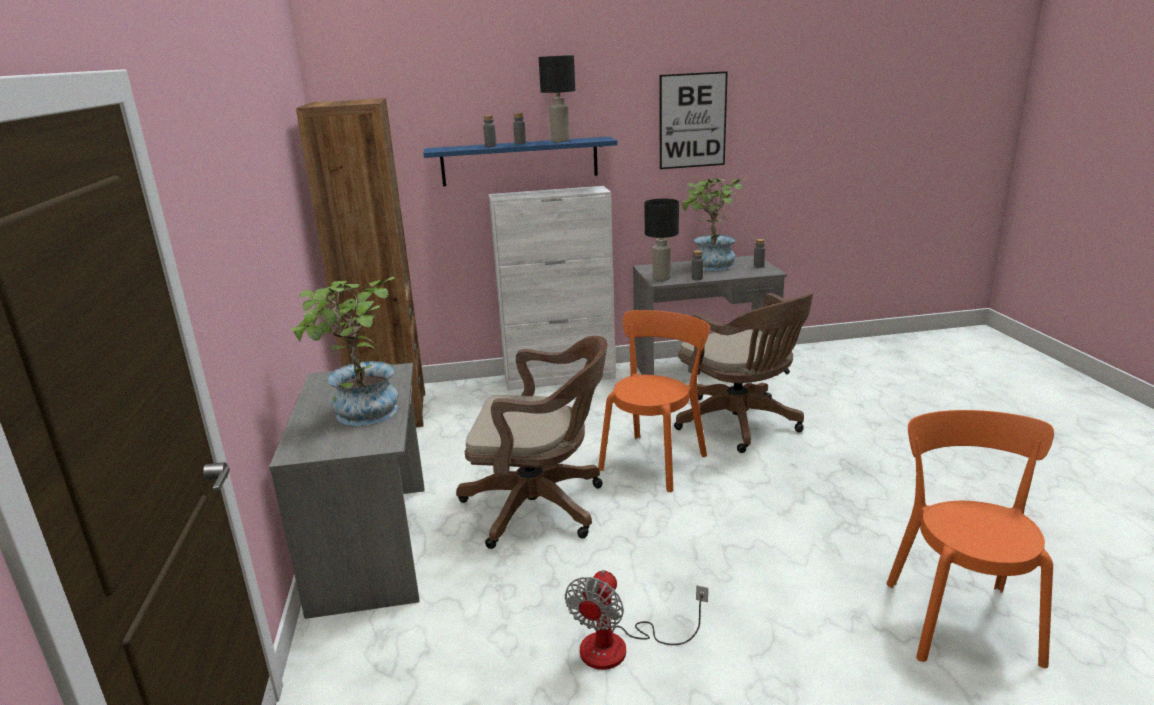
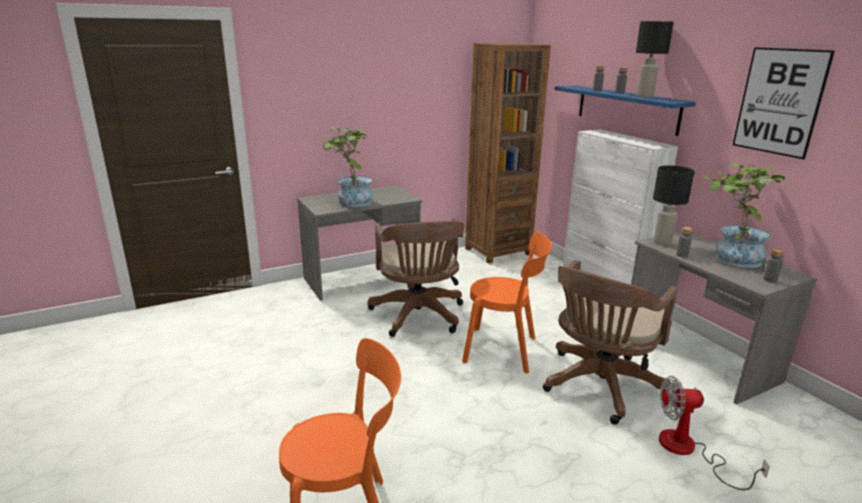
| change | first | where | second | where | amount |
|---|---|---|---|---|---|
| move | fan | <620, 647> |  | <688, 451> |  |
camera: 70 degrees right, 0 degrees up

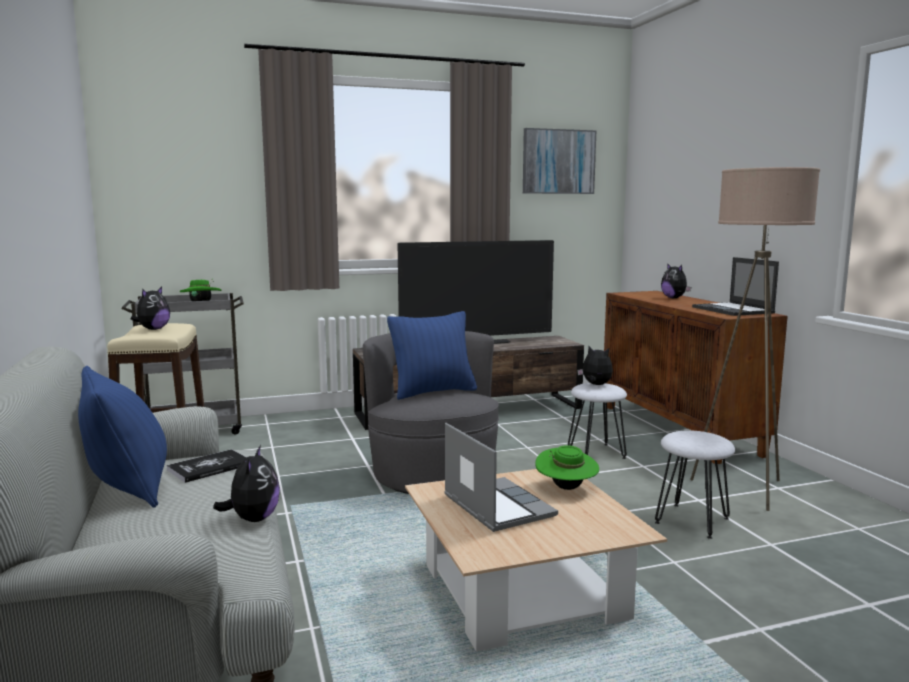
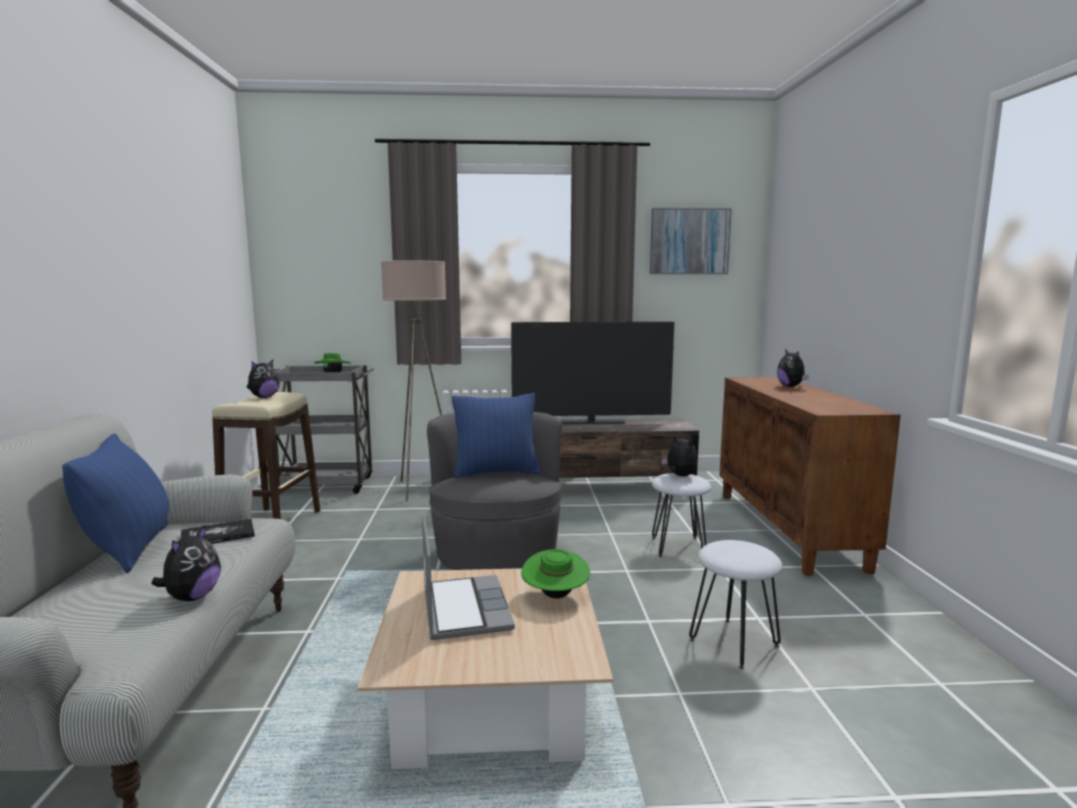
| change | first | where | second | where | amount |
|---|---|---|---|---|---|
| move | floor lamp/beige | <744, 489> |  | <422, 489> |  |
| delete | laptop | <733, 310> |  |  |  |
camera: 15 degrees right, 0 degrees up

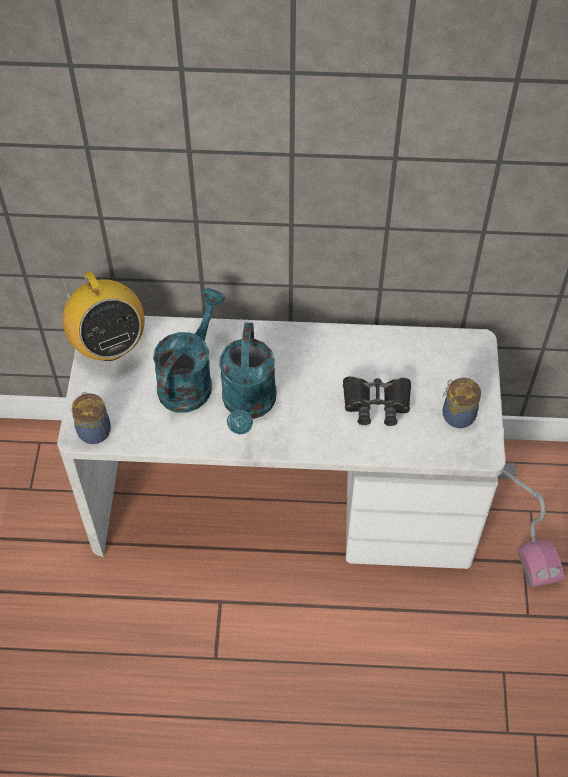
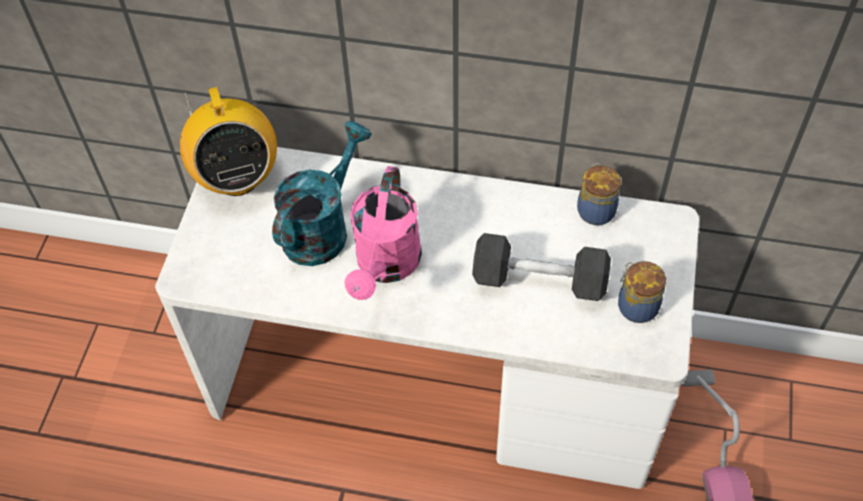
| change | first | where | second | where | amount |
|---|---|---|---|---|---|
| recolor | watering can/turquoise | <248, 405> | watering can/pink | <385, 266> |  |
| replace | binoculars/black | <376, 403> | dumbbell/grey | <539, 280> |  |
| move | jar | <94, 430> |  | <595, 210> |  |
camera: 10 degrees right, 0 degrees up

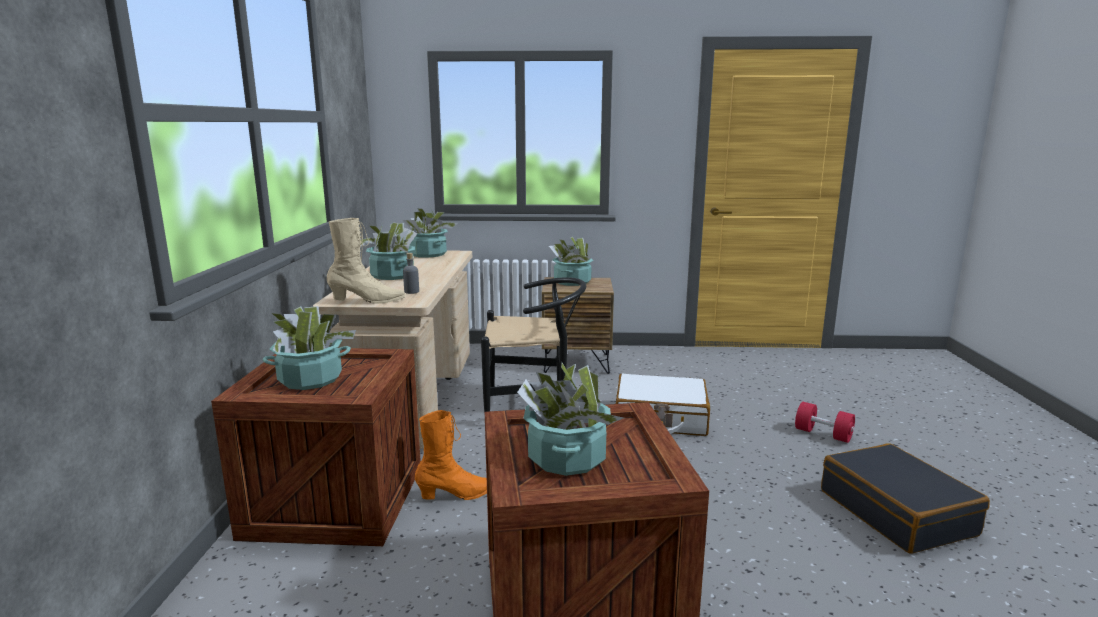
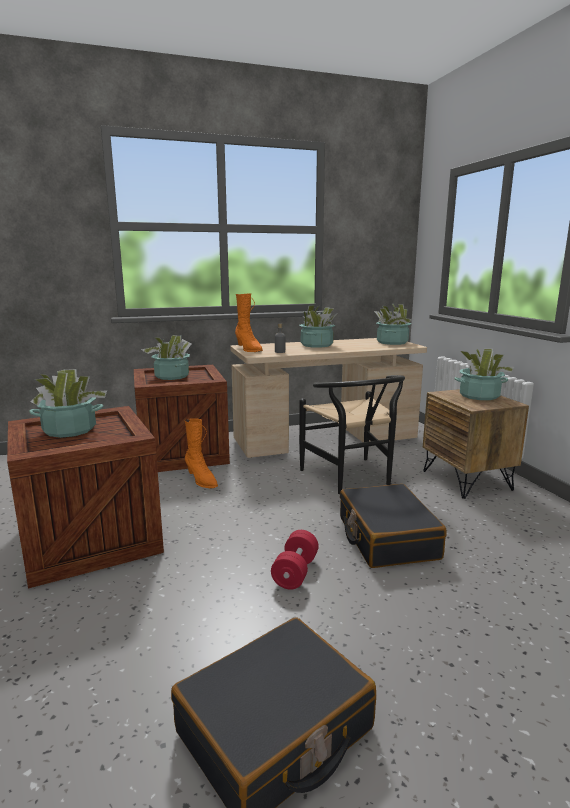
| change | first | where | second | where | amount |
|---|---|---|---|---|---|
| recolor | boot/beige | <367, 301> | boot/orange | <248, 349> |  |
| recolor | suitcase/white | <660, 418> | suitcase/black | <386, 538> |  |
| move | dumbbell/red | <823, 434> |  | <295, 572> |  |
camera: 70 degrees right, 0 degrees up

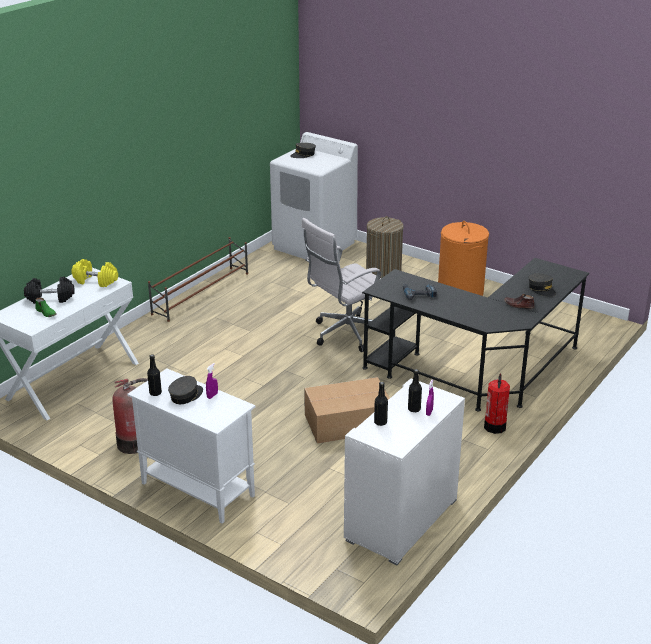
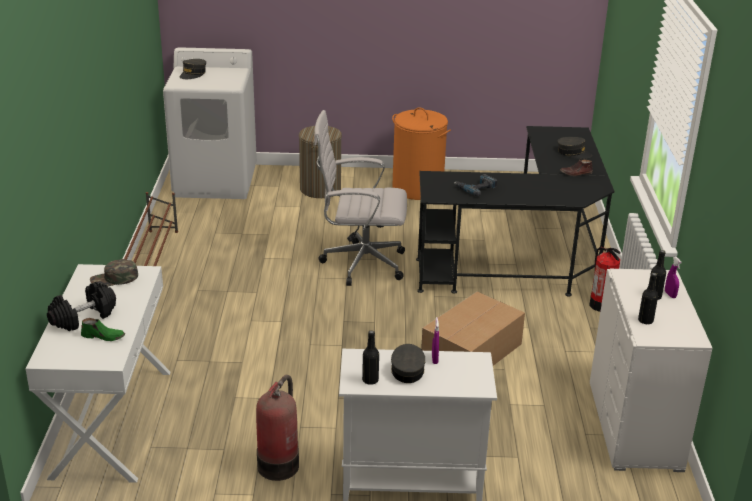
| change | first | where | second | where | amount |
|---|---|---|---|---|---|
| rotate | office chair/white | <345, 334> |  | <360, 264> | 75 degrees clockwise |
| replace | dumbbell/yellow | <95, 281> | cap/green | <114, 279> |  |
camera: 35 degrees left, 0 degrees up

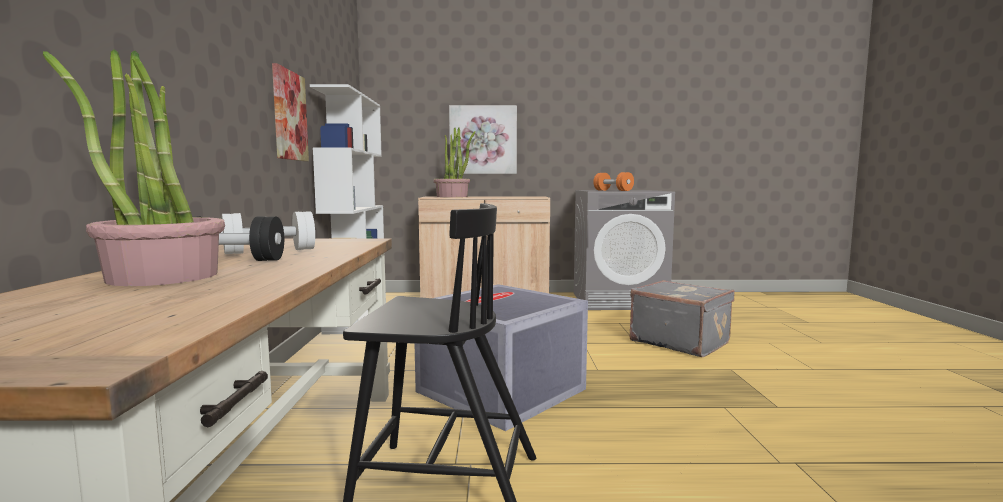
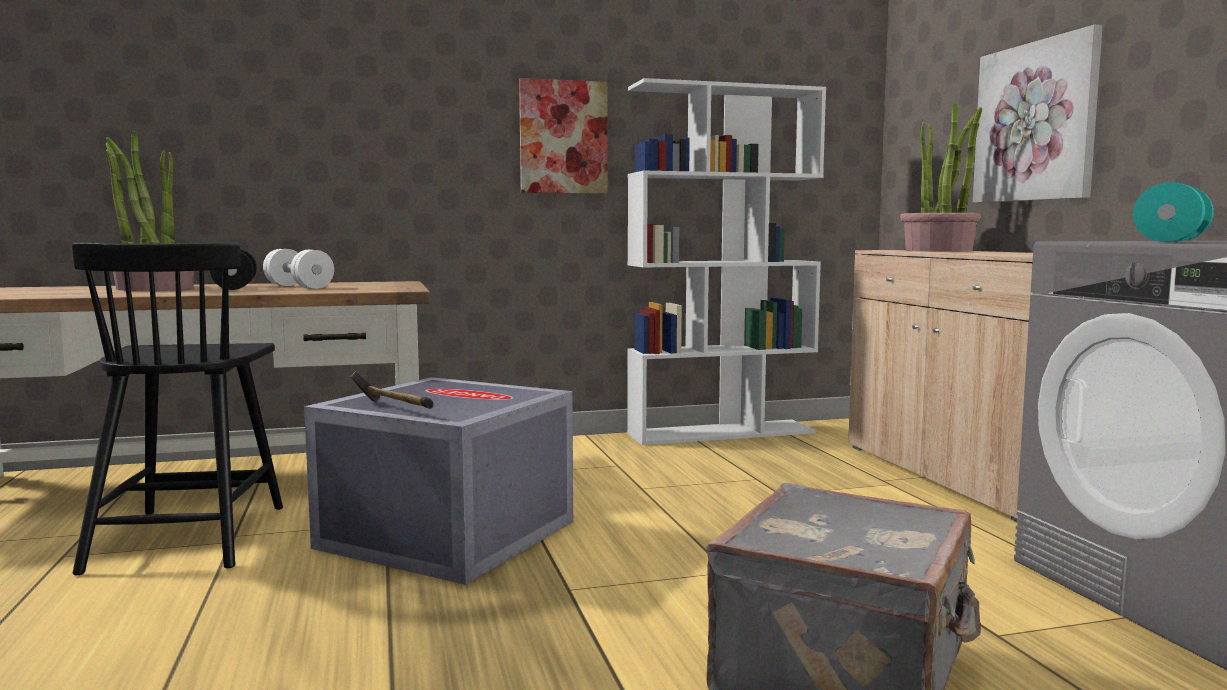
| change | first | where | second | where | amount |
|---|---|---|---|---|---|
| recolor | dumbbell/orange | <613, 190> | dumbbell/turquoise | <1172, 241> |  |
| insert |  |  | hammer | <394, 409> |  |
camera: 75 degrees right, 0 degrees up

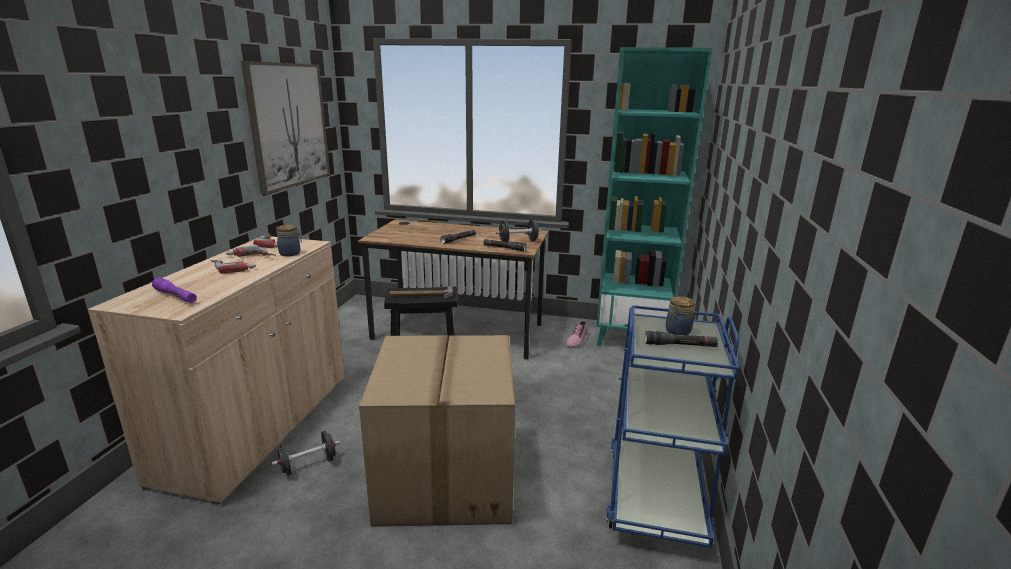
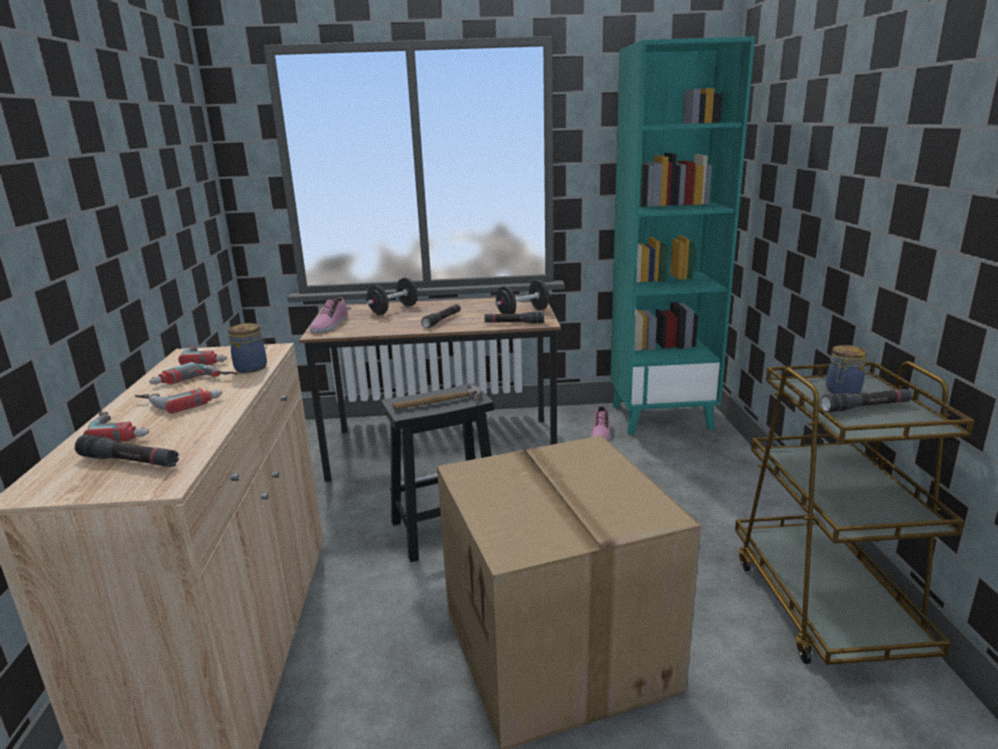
| change | first | where | second | where | amount |
|---|---|---|---|---|---|
| delete | picture | <289, 125> |  |  |  |
| recolor | flashlight/purple | <176, 296> | flashlight/black | <129, 461> |  |
| recolor | cart/blue | <655, 493> | cart/brown | <824, 603> |  |
| move | dumbbell/black | <308, 465> |  | <393, 310> |  |
| insert |  |  | shoe | <329, 324> |  |
| insert |  |  | power drill | <124, 428> |  |
camera: 15 degrees left, 0 degrees up

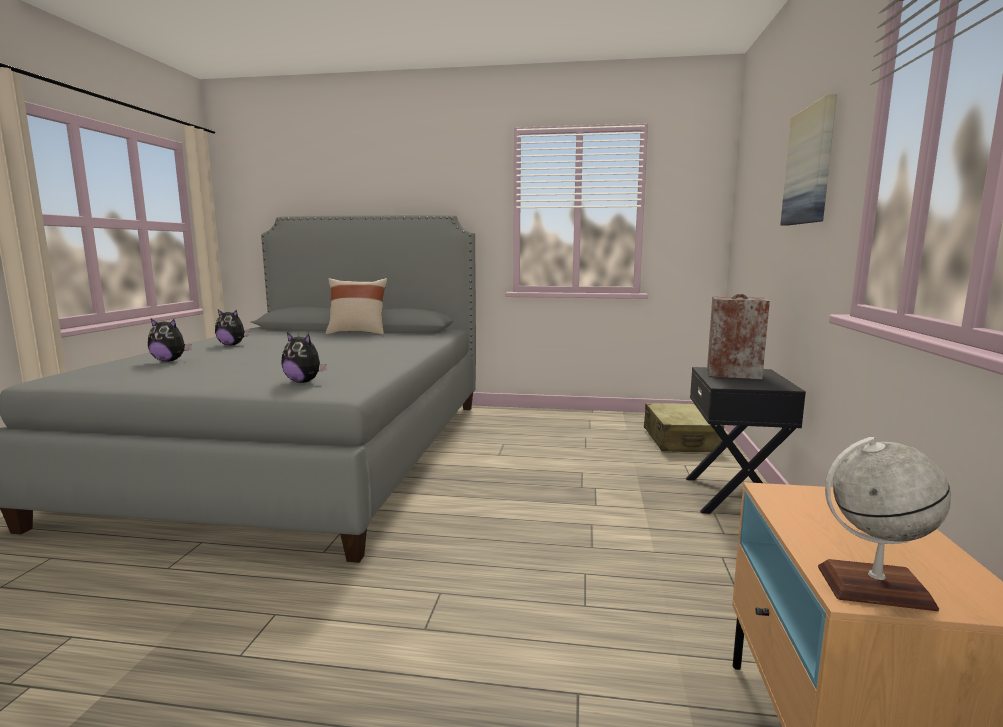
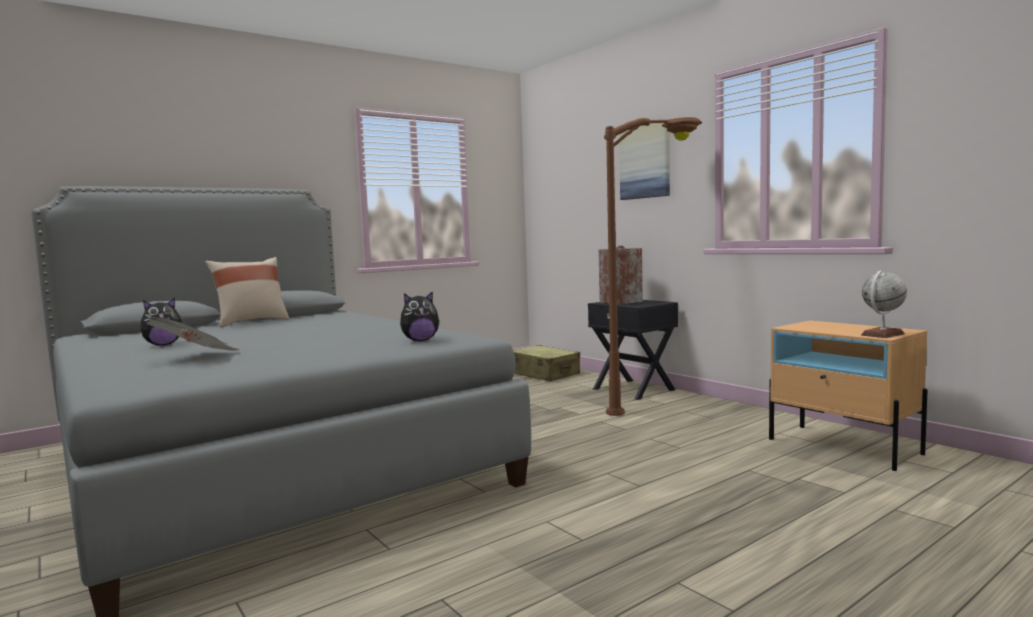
| change | first | where | second | where | amount |
|---|---|---|---|---|---|
| replace | plush toy | <170, 361> | newspaper | <196, 356> |  |
| insert |  |  | floor lamp/brown | <665, 405> |  |
camera: 45 degrees left, 5 degrees down

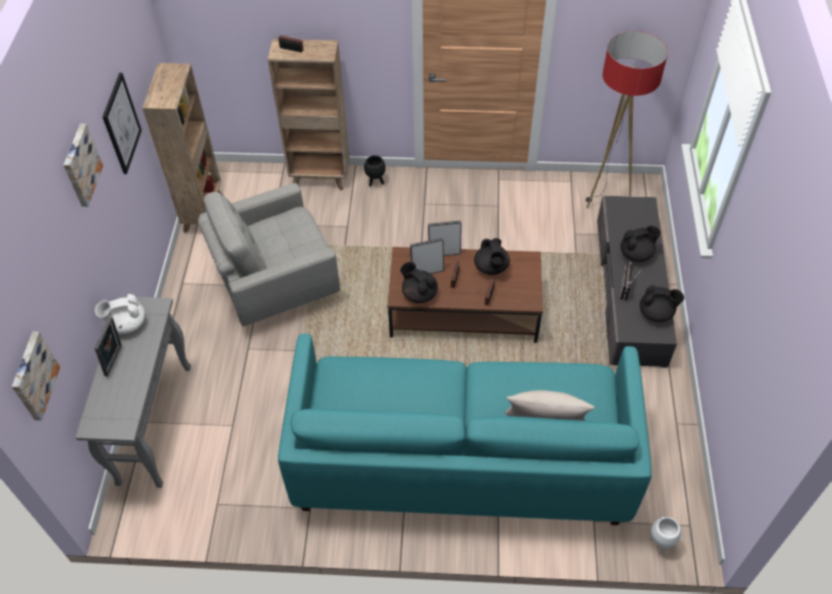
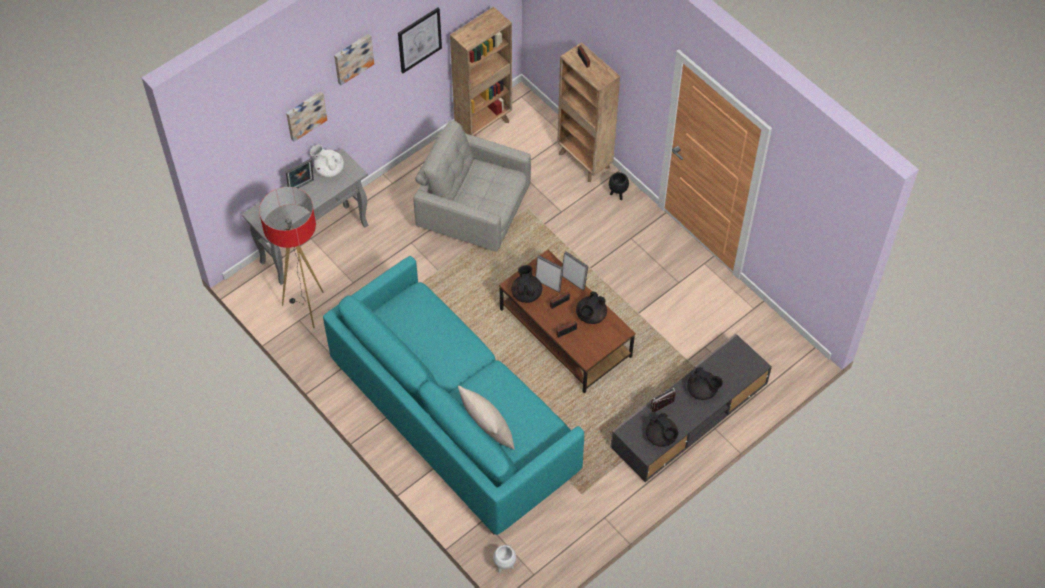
| change | first | where | second | where | amount |
|---|---|---|---|---|---|
| move | floor lamp | <604, 196> |  | <306, 308> |  |
| move | picture | <33, 376> |  | <305, 115> |  |
camera: 45 degrees right, 5 degrees up

